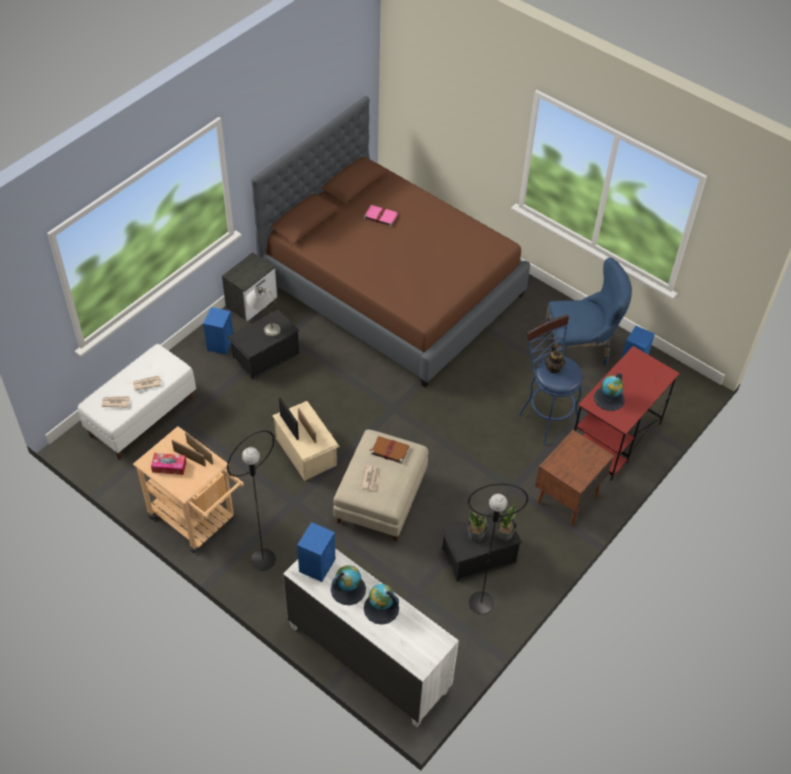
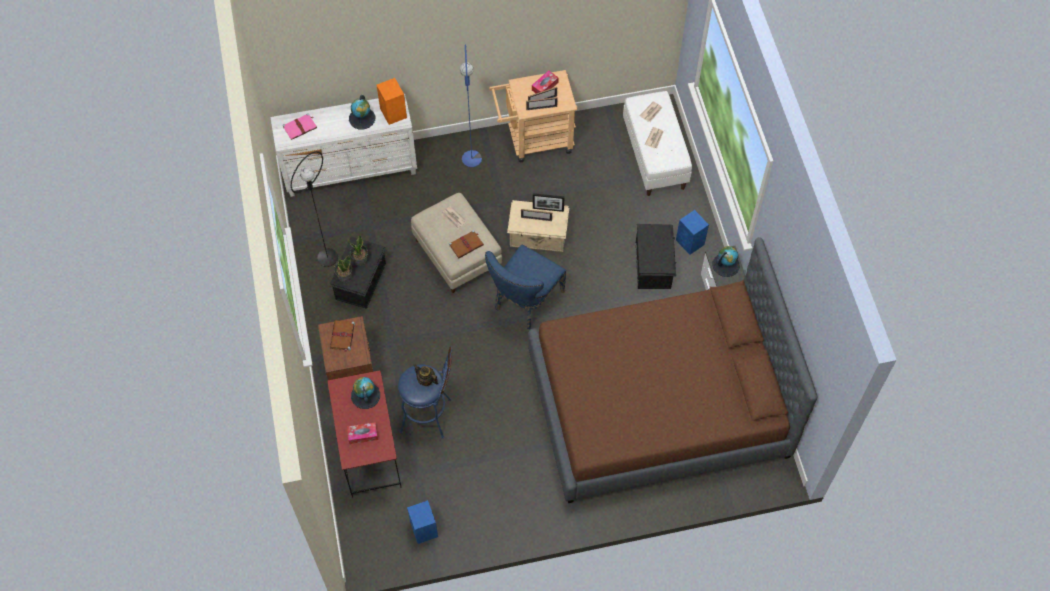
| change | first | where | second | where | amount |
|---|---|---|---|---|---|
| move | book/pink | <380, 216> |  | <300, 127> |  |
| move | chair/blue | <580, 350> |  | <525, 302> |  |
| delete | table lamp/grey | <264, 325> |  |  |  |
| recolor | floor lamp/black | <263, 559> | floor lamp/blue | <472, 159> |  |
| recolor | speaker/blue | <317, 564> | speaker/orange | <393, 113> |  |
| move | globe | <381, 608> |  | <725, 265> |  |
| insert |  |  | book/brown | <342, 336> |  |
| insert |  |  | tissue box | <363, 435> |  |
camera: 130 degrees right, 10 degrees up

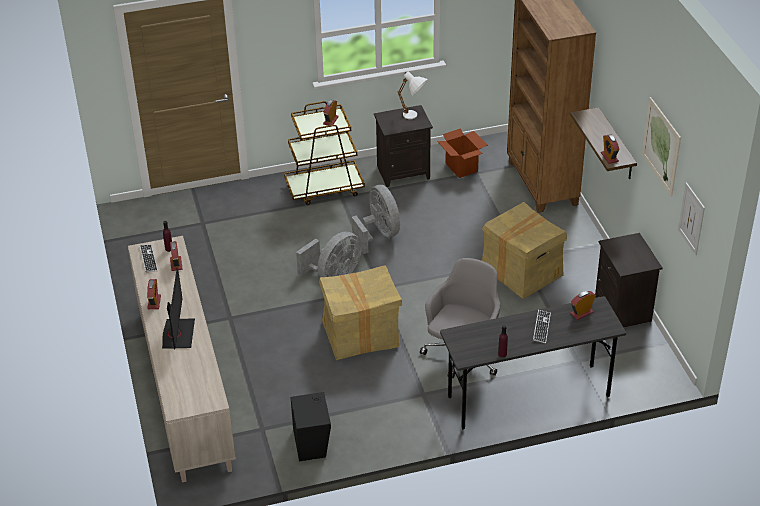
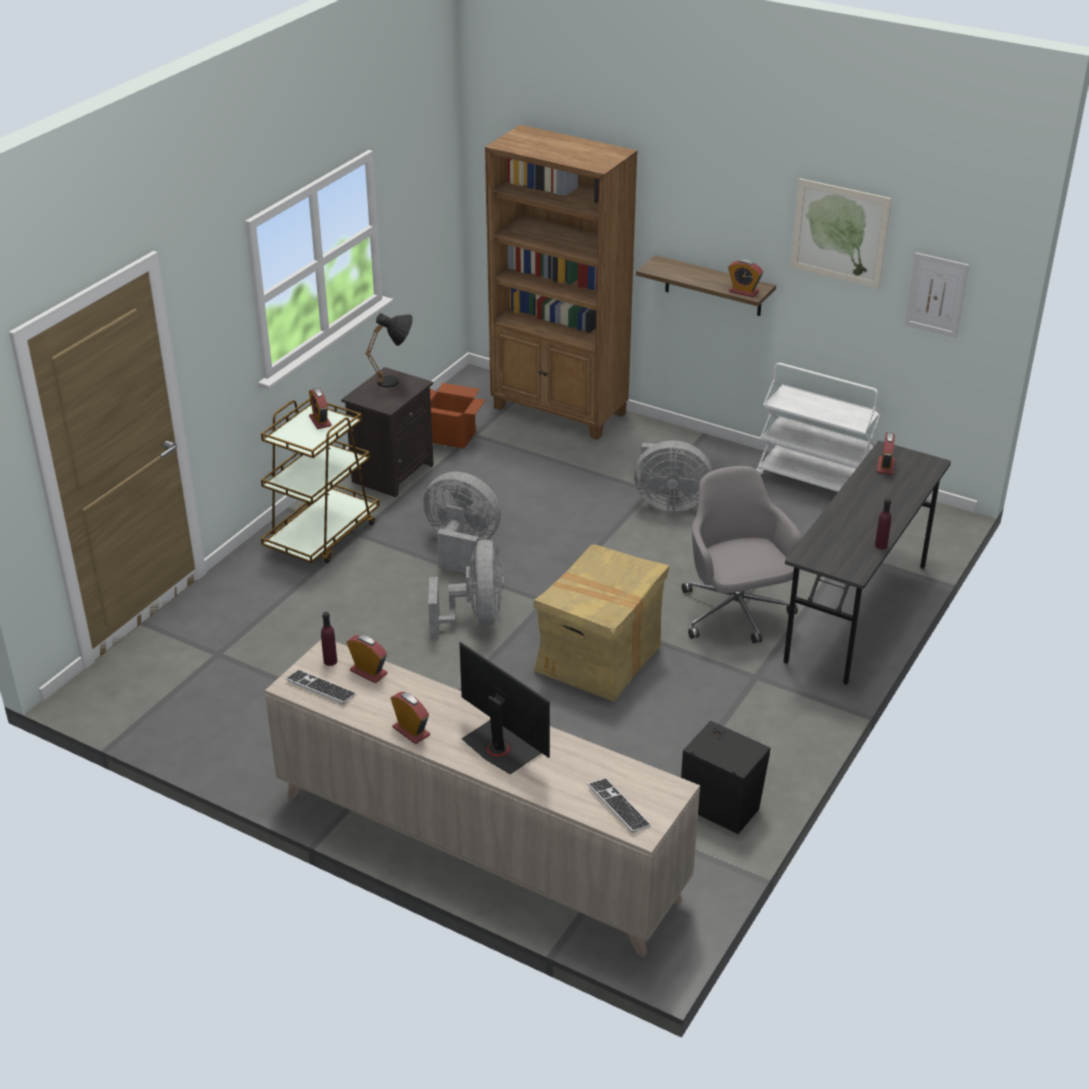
| change | first | where | second | where | amount |
|---|---|---|---|---|---|
| recolor | table lamp/white | <414, 117> | table lamp/black | <396, 382> |  |
| replace | cardboard box | <522, 272> | fan/grey | <669, 502> |  |
| replace | nightstand/black | <624, 309> | cart/white | <813, 482> |  |
| move | keyboard | <541, 327> |  | <618, 806> |  |
camera: 45 degrees left, 5 degrees down

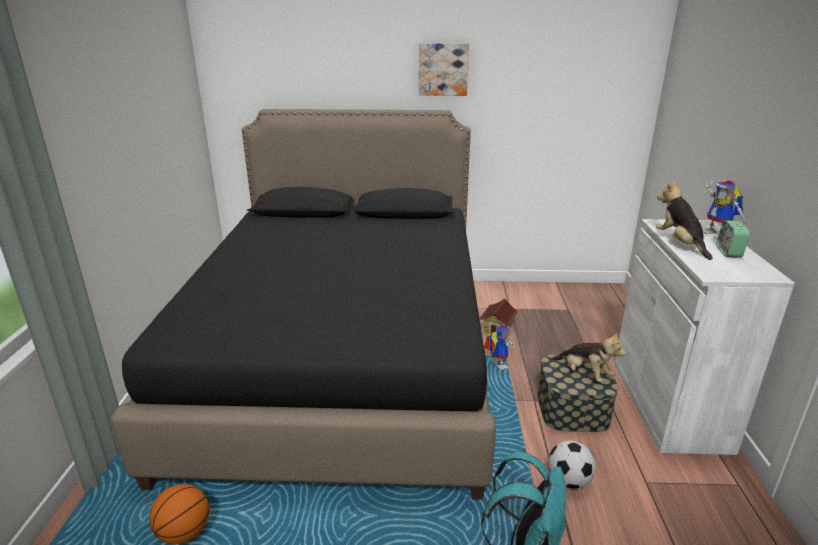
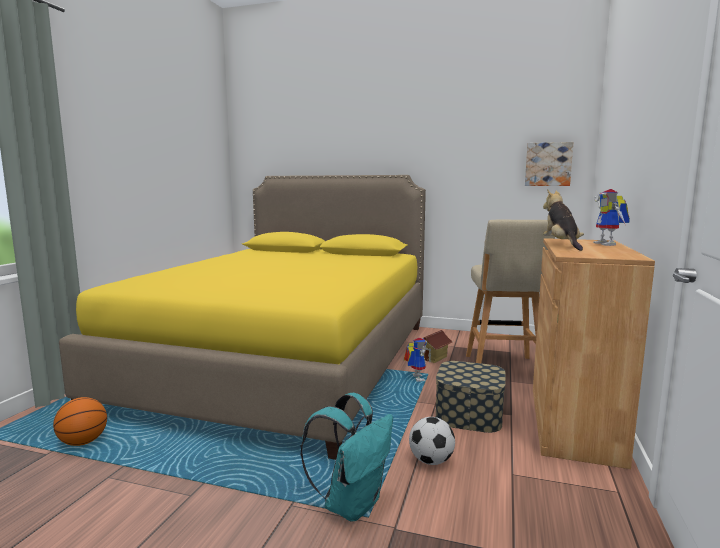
| change | first | where | second | where | amount |
|---|---|---|---|---|---|
| move | picture | <443, 69> |  | <548, 164> |  |
| recolor | bed/black | <343, 359> | bed/yellow | <286, 361> |  |
| recolor | cabinet/white | <668, 404> | cabinet/brown | <573, 423> |  |
| delete | alarm clock | <728, 252> |  |  |  |
| delete | plush toy | <585, 374> |  |  |  |
| insert |  |  | stool/beige | <503, 368> |  |
camera: 15 degrees right, 15 degrees down

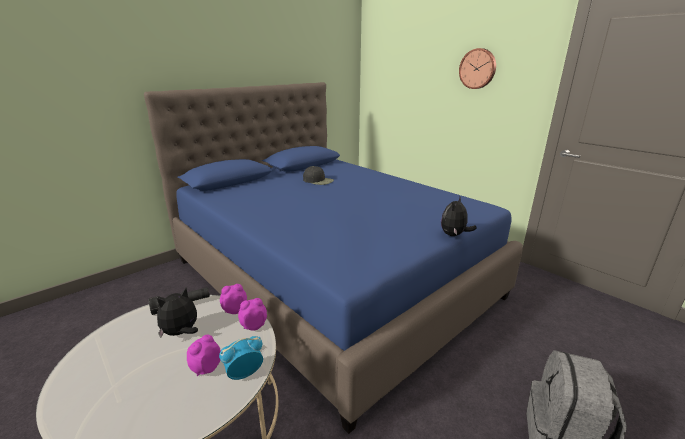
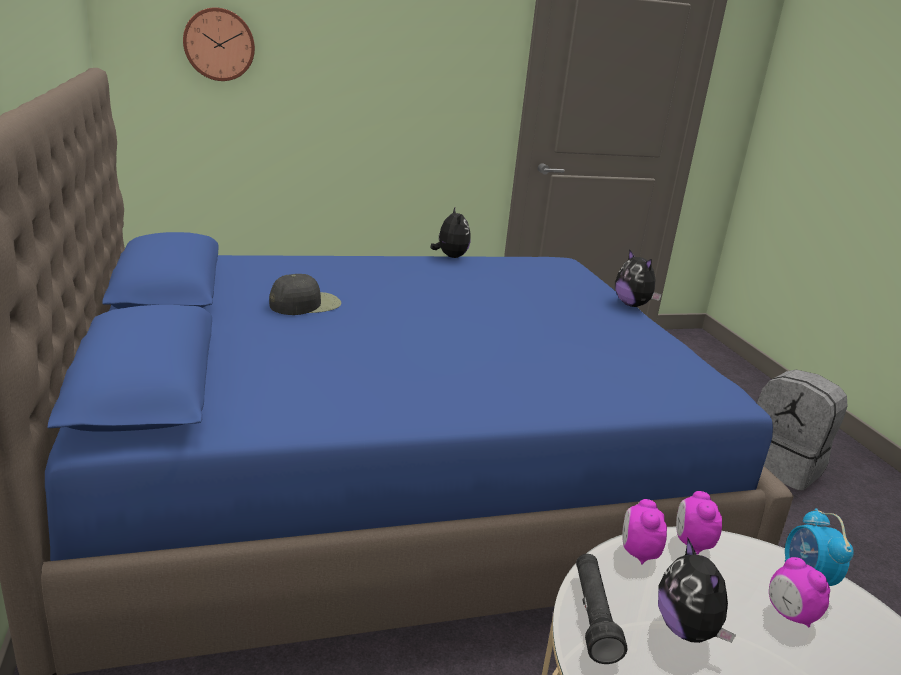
| change | first | where | second | where | amount |
|---|---|---|---|---|---|
| move | wall clock | <478, 68> |  | <219, 44> |  |
| insert |  |  | plush toy | <450, 256> |  |
camera: 65 degrees left, 0 degrees up

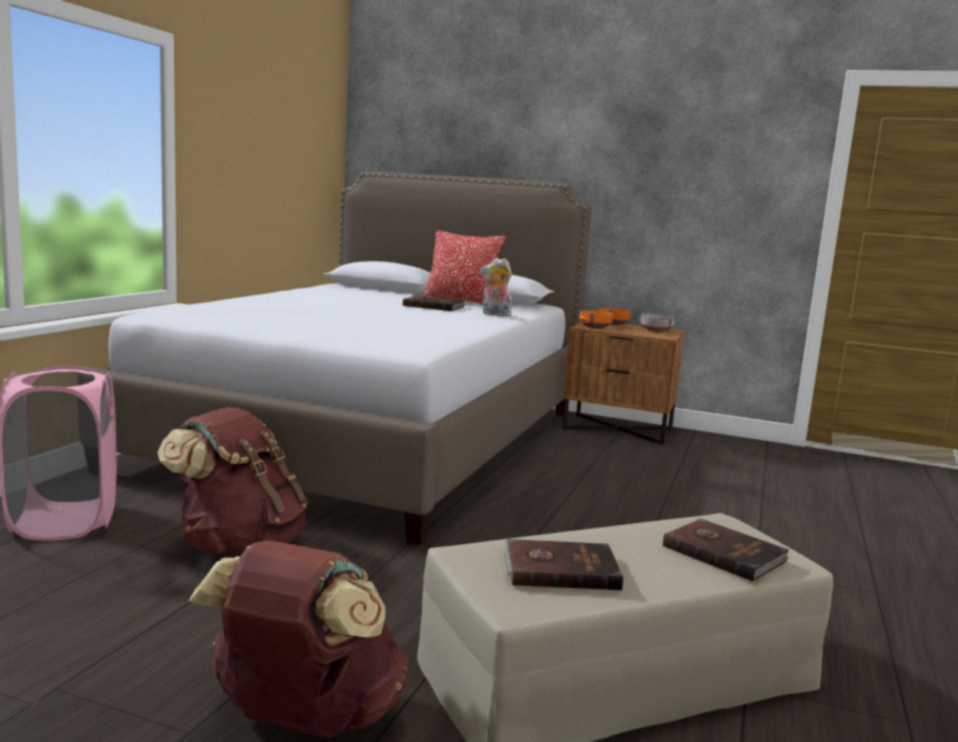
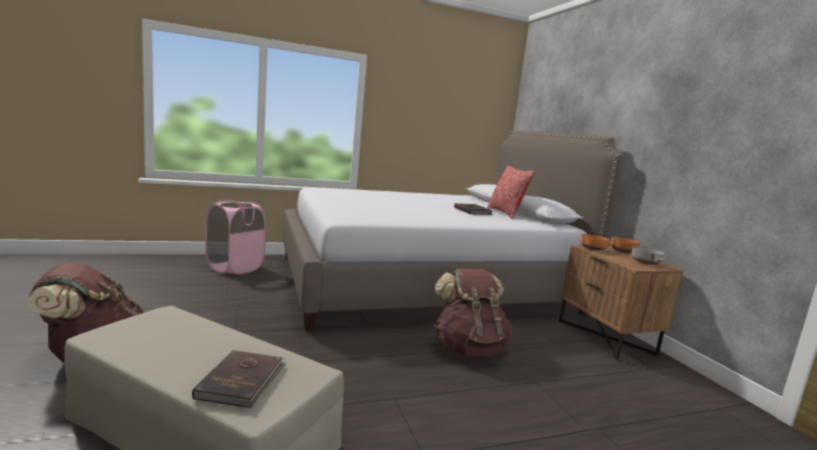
| change | first | where | second | where | amount |
|---|---|---|---|---|---|
| delete | plush toy | <495, 314> |  |  |  |
| move | backpack/brown | <238, 546> |  | <468, 348> |  |
| delete | book/brown | <560, 569> |  |  |  |
camera: 50 degrees right, 0 degrees up

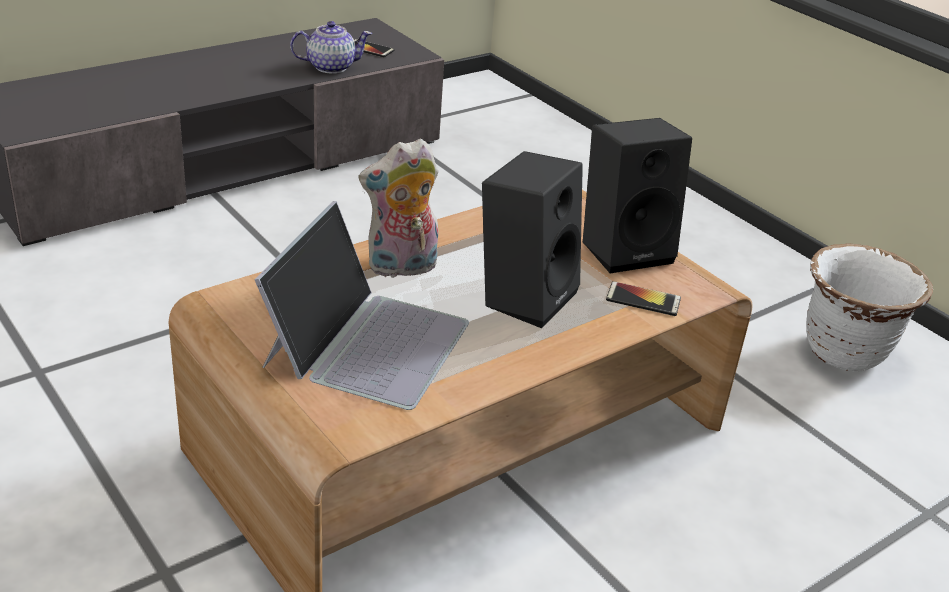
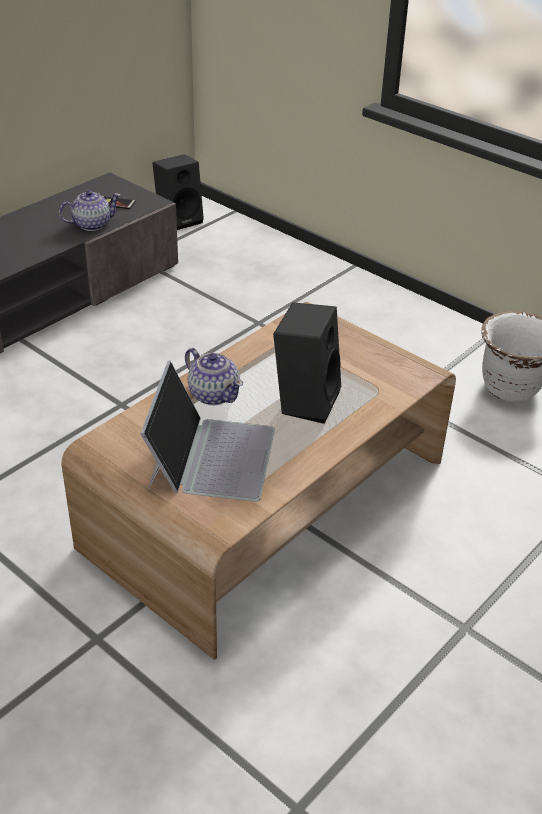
| change | first | where | second | where | amount |
|---|---|---|---|---|---|
| move | speaker/black | <625, 249> |  | <180, 219> |  |
| replace | plush toy | <401, 268> | teapot | <214, 394> |  |
| delete | phone | <643, 300> |  |  |  |
camera: 10 degrees left, 5 degrees up

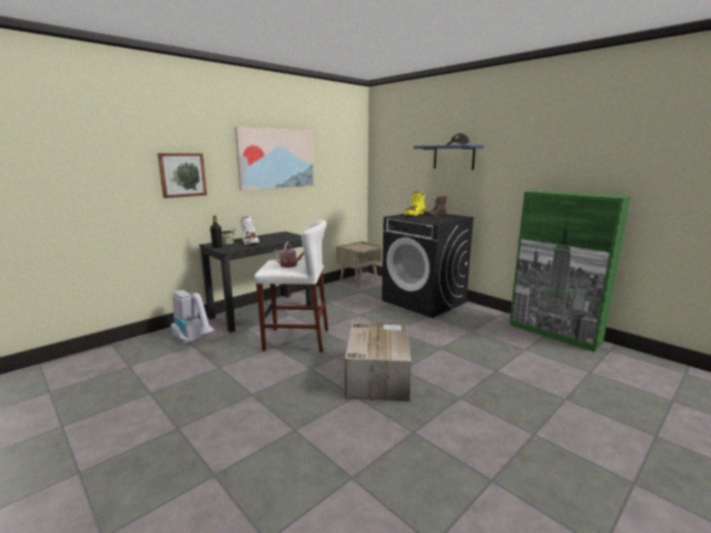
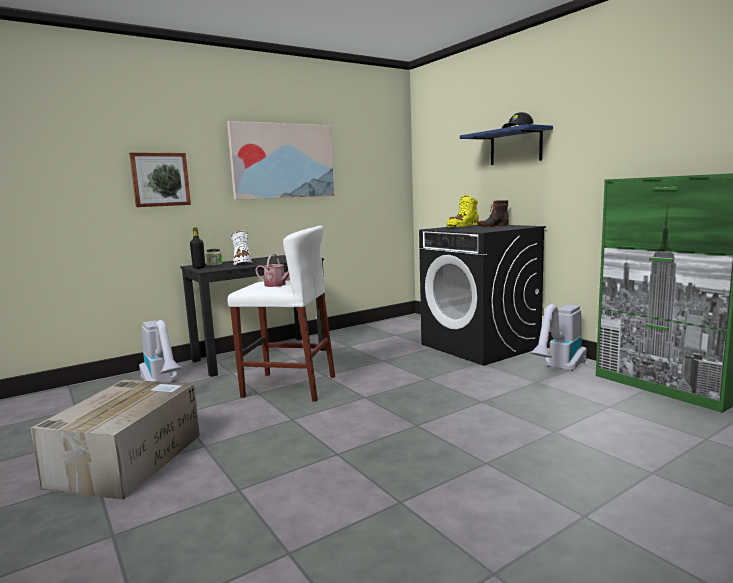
| change | first | where | second | where | amount |
|---|---|---|---|---|---|
| delete | nightstand/beige | <358, 280> |  |  |  |
| move | cardboard box | <377, 375> |  | <128, 459> |  |
| insert |  |  | vacuum cleaner | <559, 369> |  |
camera: 10 degrees right, 5 degrees down

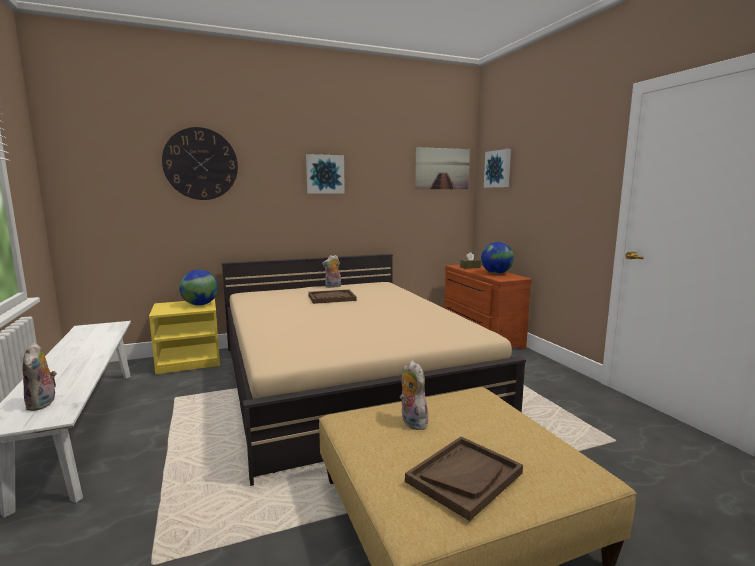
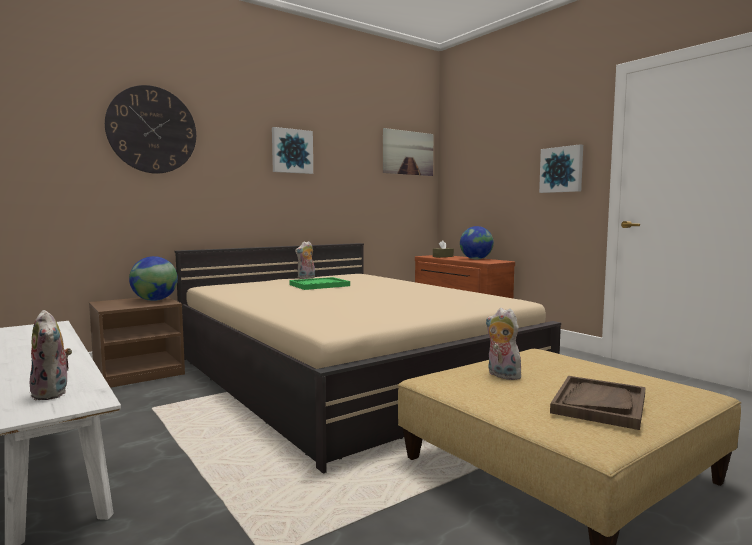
| change | first | where | second | where | amount |
|---|---|---|---|---|---|
| move | picture | <498, 169> |  | <562, 169> |  |
| recolor | tray/brown | <331, 298> | tray/green | <319, 285> |  |
| recolor | nightstand/yellow | <190, 361> | nightstand/brown | <139, 373> |  |
camera: 15 degrees left, 5 degrees down

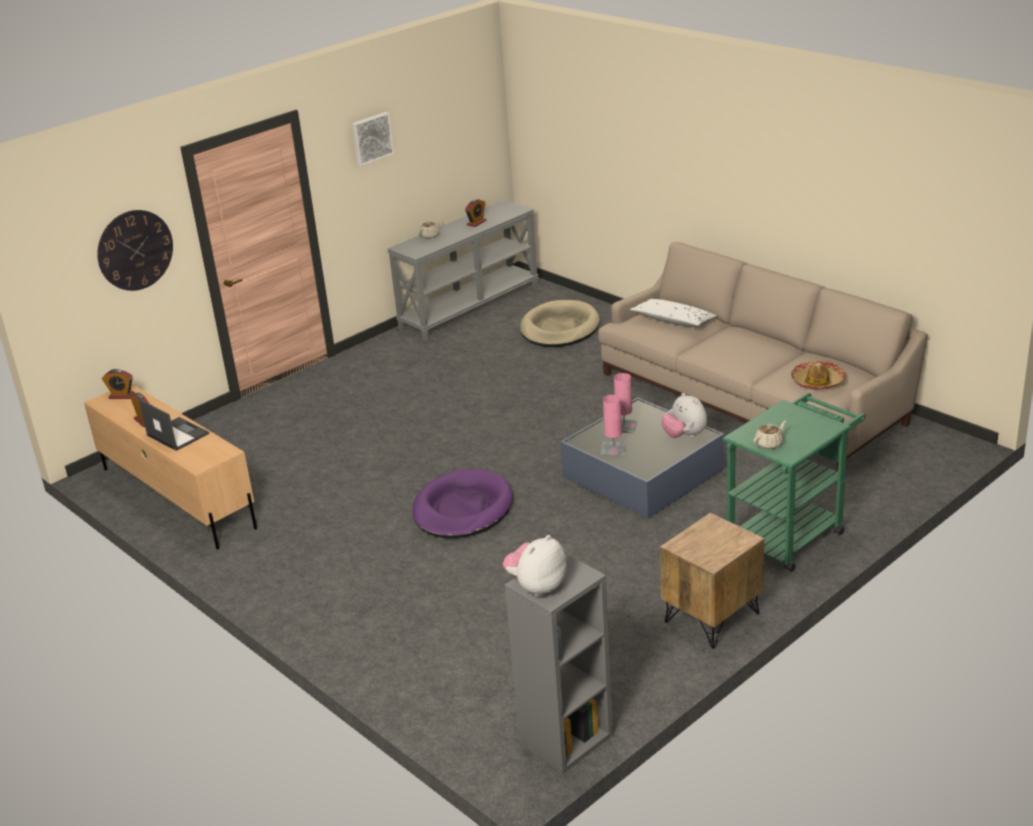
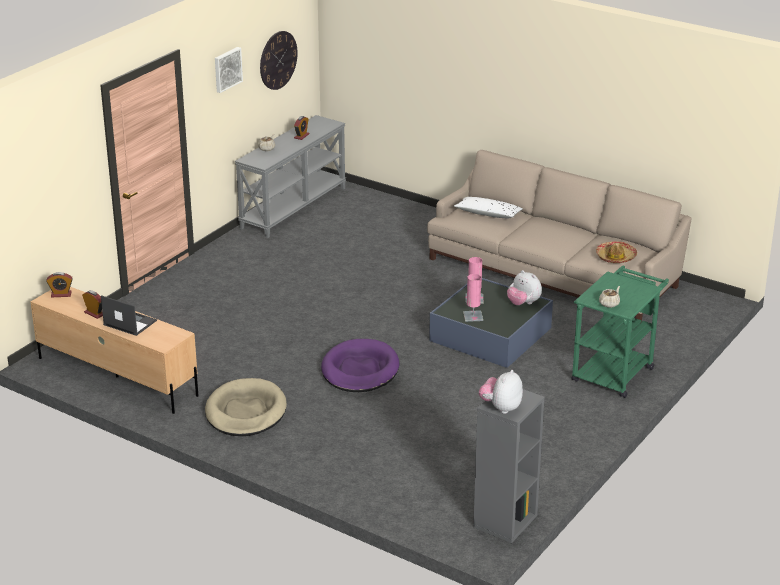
| change | first | where | second | where | amount |
|---|---|---|---|---|---|
| move | wall clock | <135, 250> |  | <278, 60> |  |
| move | dog bed/beige | <559, 328> |  | <245, 412> |  |
| delete | nightstand/brown | <712, 618> |  |  |  |
camera: 15 degrees left, 0 degrees up

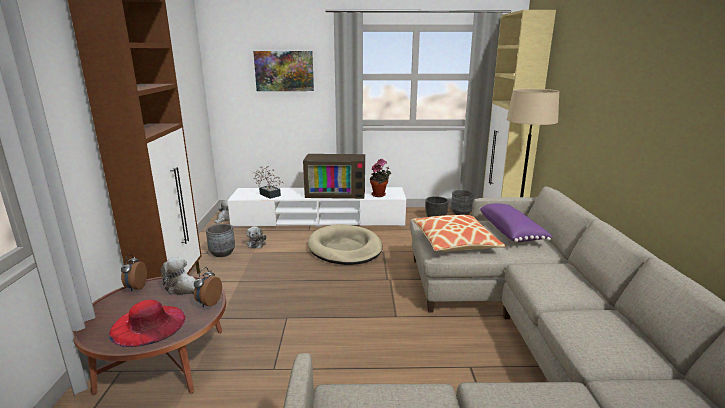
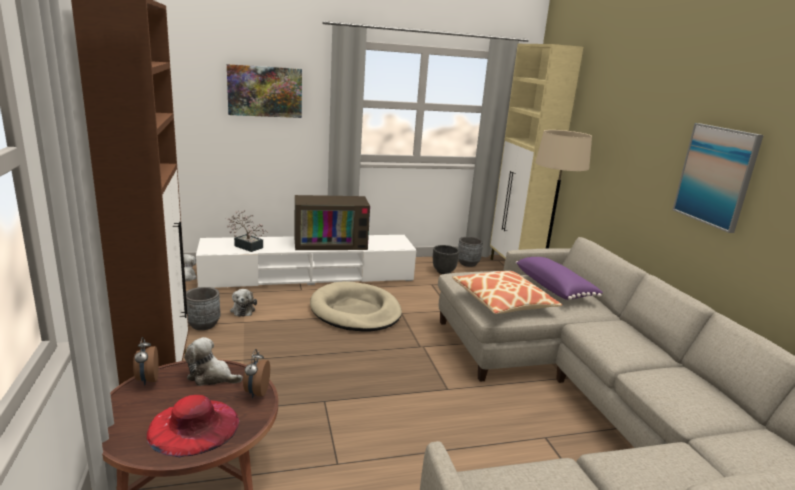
| change | first | where | second | where | amount |
|---|---|---|---|---|---|
| delete | potted plant | <380, 195> |  |  |  |
| insert |  |  | picture | <716, 176> |  |
camera: 15 degrees left, 0 degrees up

